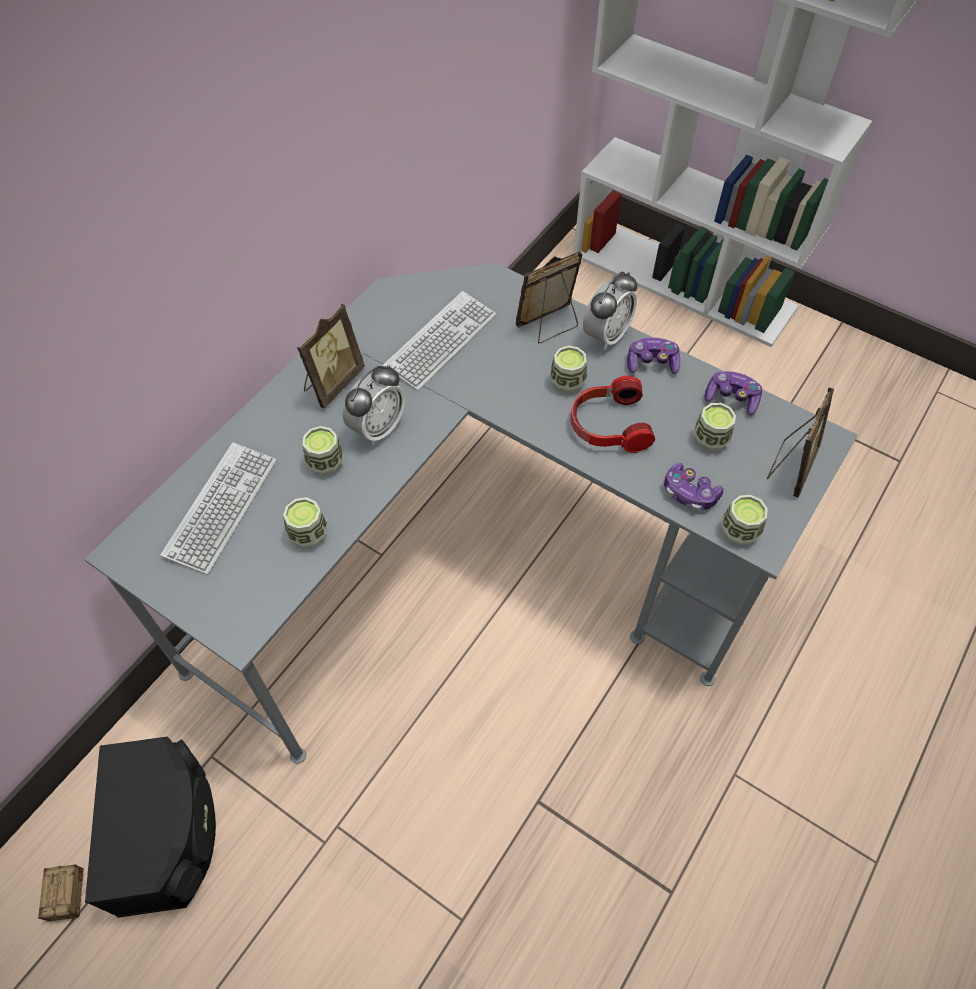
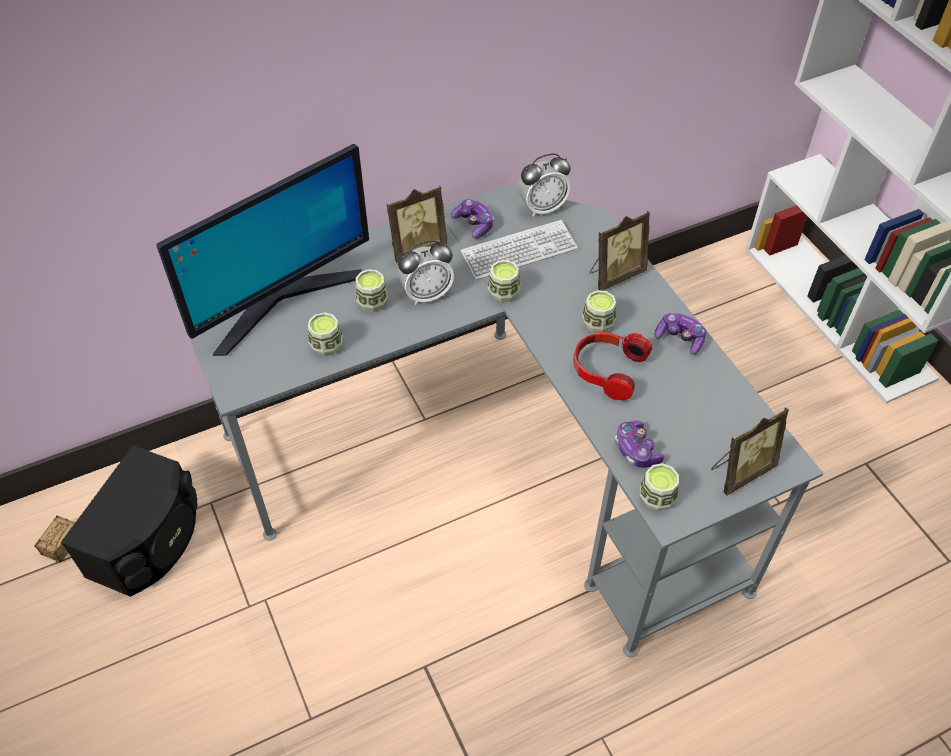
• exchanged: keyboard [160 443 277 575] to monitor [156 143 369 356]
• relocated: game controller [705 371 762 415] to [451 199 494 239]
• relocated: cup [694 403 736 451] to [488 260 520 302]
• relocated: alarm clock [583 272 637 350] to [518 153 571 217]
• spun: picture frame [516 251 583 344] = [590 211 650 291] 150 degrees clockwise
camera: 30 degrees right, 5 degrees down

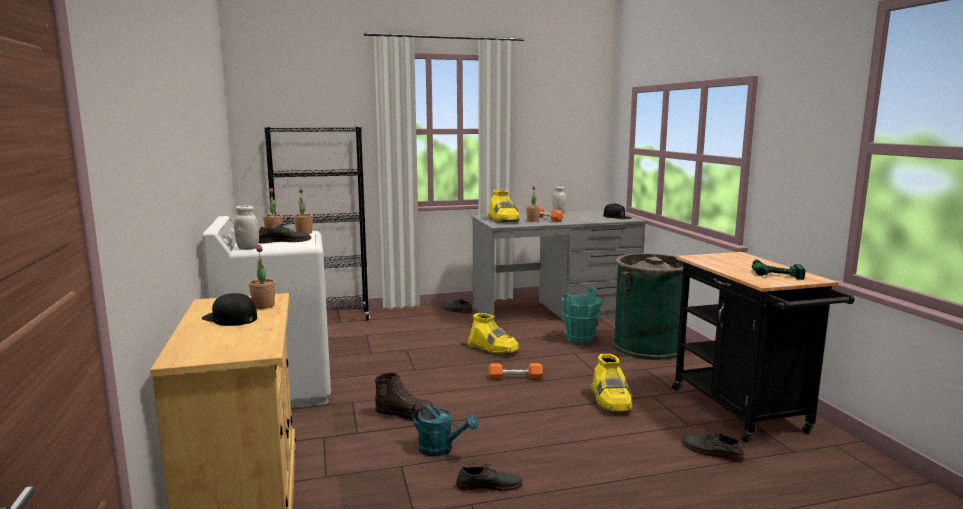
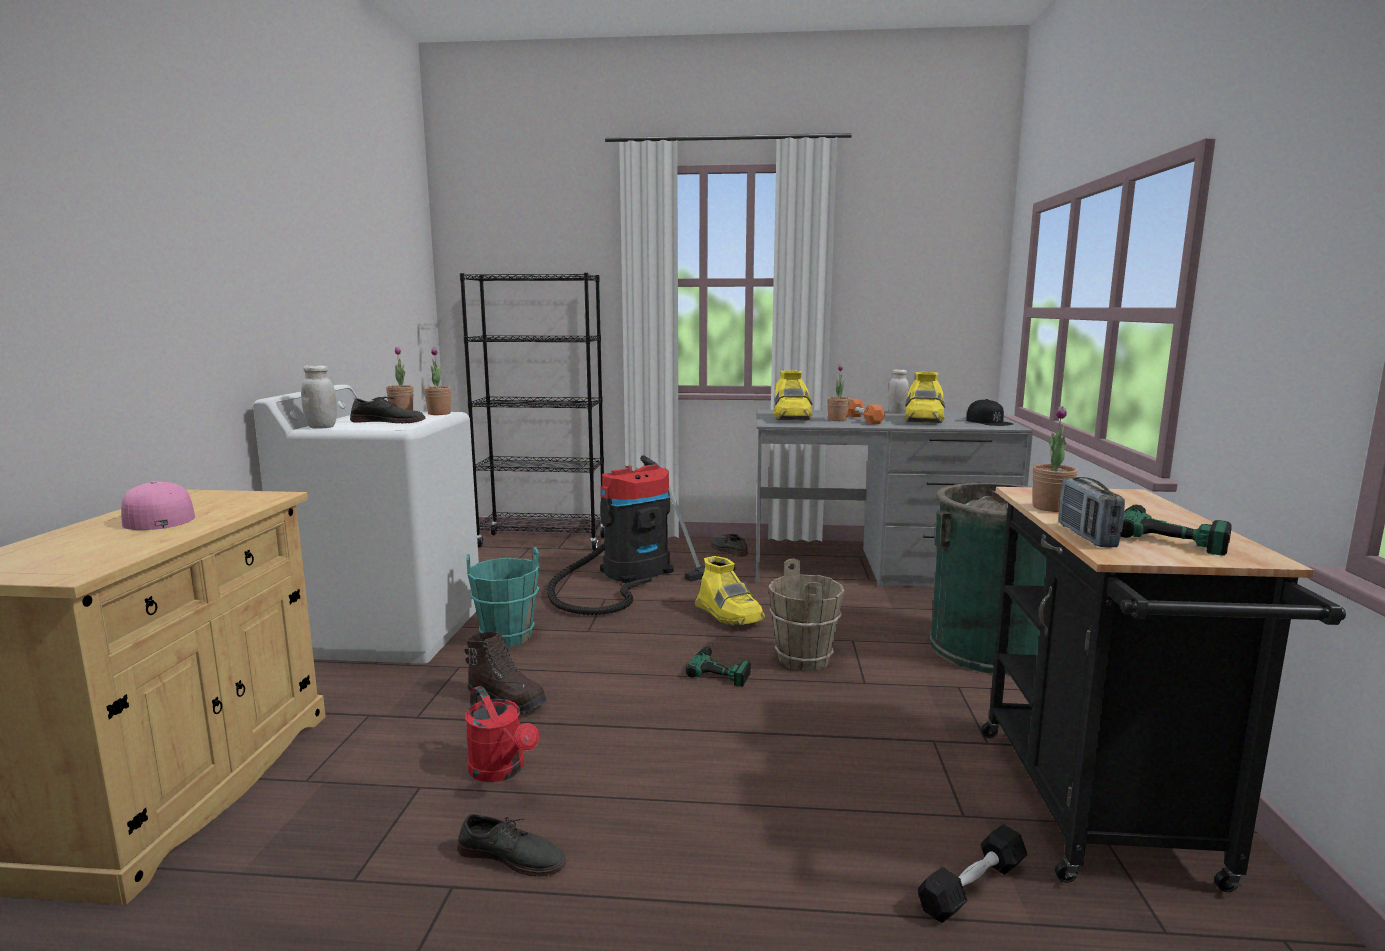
• colour: cap (black) [202 293 257 326] to cap (pink) [121 481 195 530]
• colour: watering can (turquoise) [411 401 478 457] to watering can (red) [465 686 539 782]
• relocated: bucket (turquoise) [562 287 601 344] to [467 547 539 647]
• appeared: vacuum cleaner [547 455 735 615]
• exchanged: dumbbell (orange) [489 363 543 380] to power drill [686 645 751 687]
• appeared: bucket (brown) [768 558 844 671]
• relocated: boot (yellow) [591 354 632 411] to [904 372 945 423]
• exchanged: shoe (grey) [682 433 744 462] to dumbbell (black) [918 824 1028 923]
• relocated: potted plant [249 245 275 309] to [1032 406 1077 512]
• appeared: radio [1058 477 1125 548]
camera: 20 degrees right, 0 degrees up

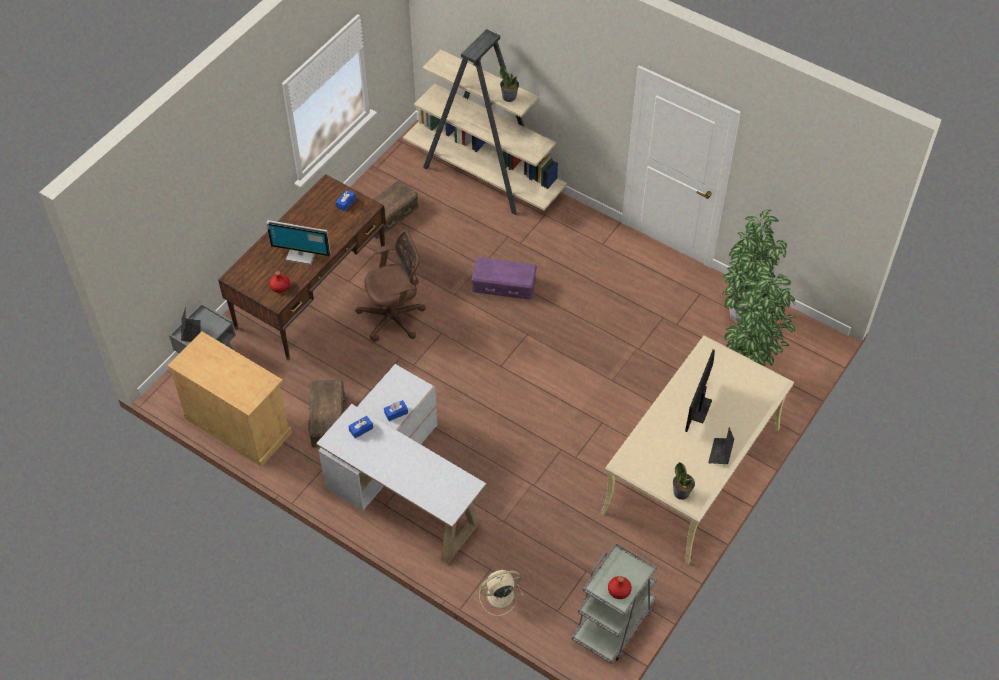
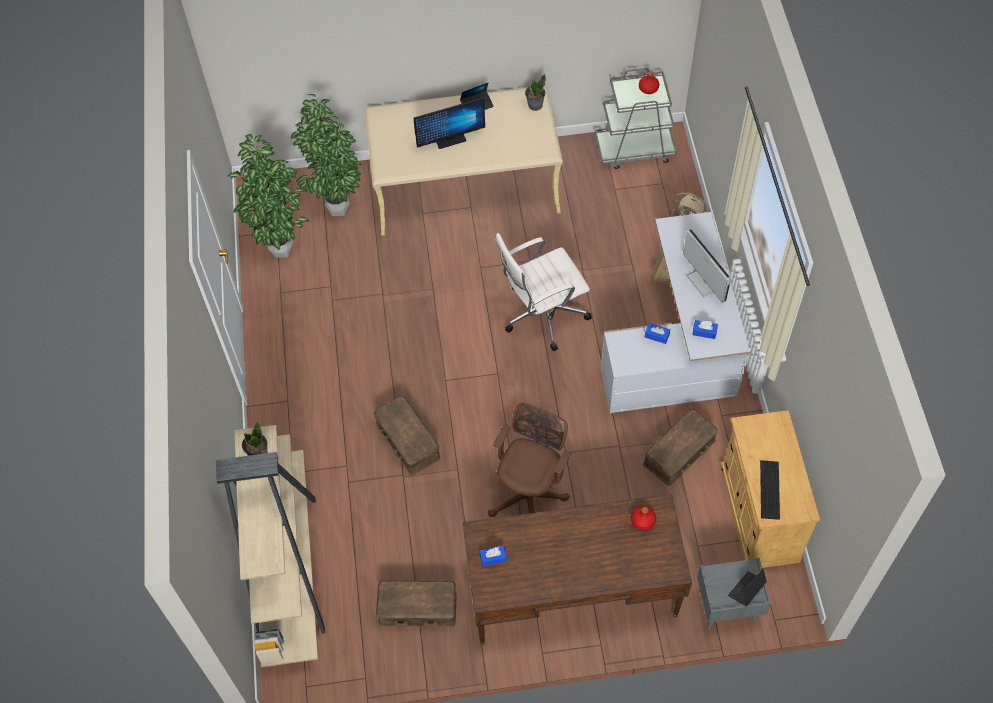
• colour: storage box (purple) [472 257 537 300] to storage box (brown) [374 396 440 475]
• spun: office chair (brown) [355 230 426 342] = [488 403 572 517] 90 degrees clockwise
• appeared: office chair (white) [496 233 592 351]
• relocated: monitor [266 220 331 265] to [683 229 731 303]
• appeared: keyboard [760 460 780 520]
camera: 130 degrees left, 5 degrees up

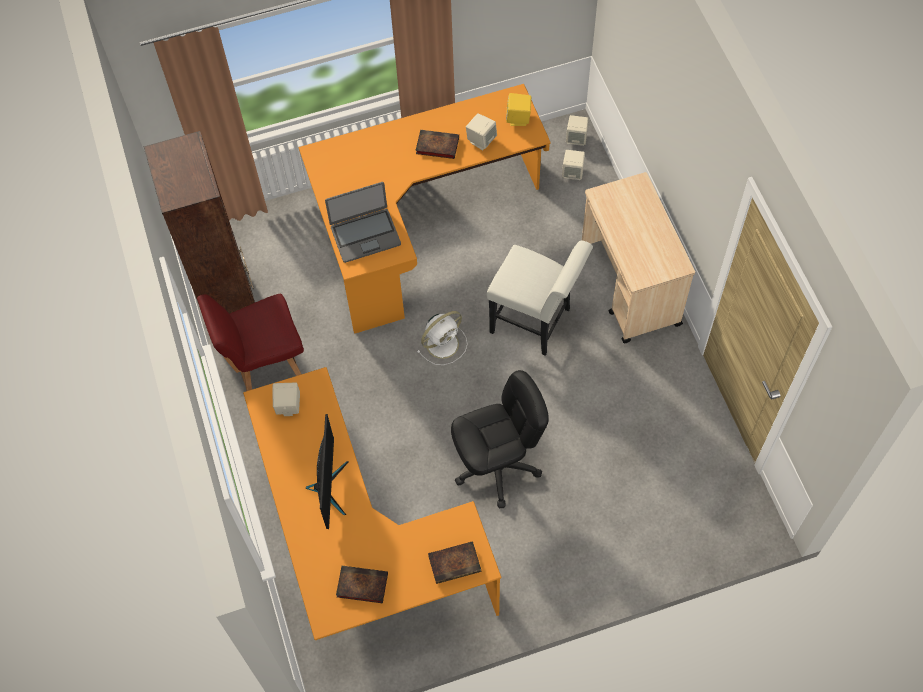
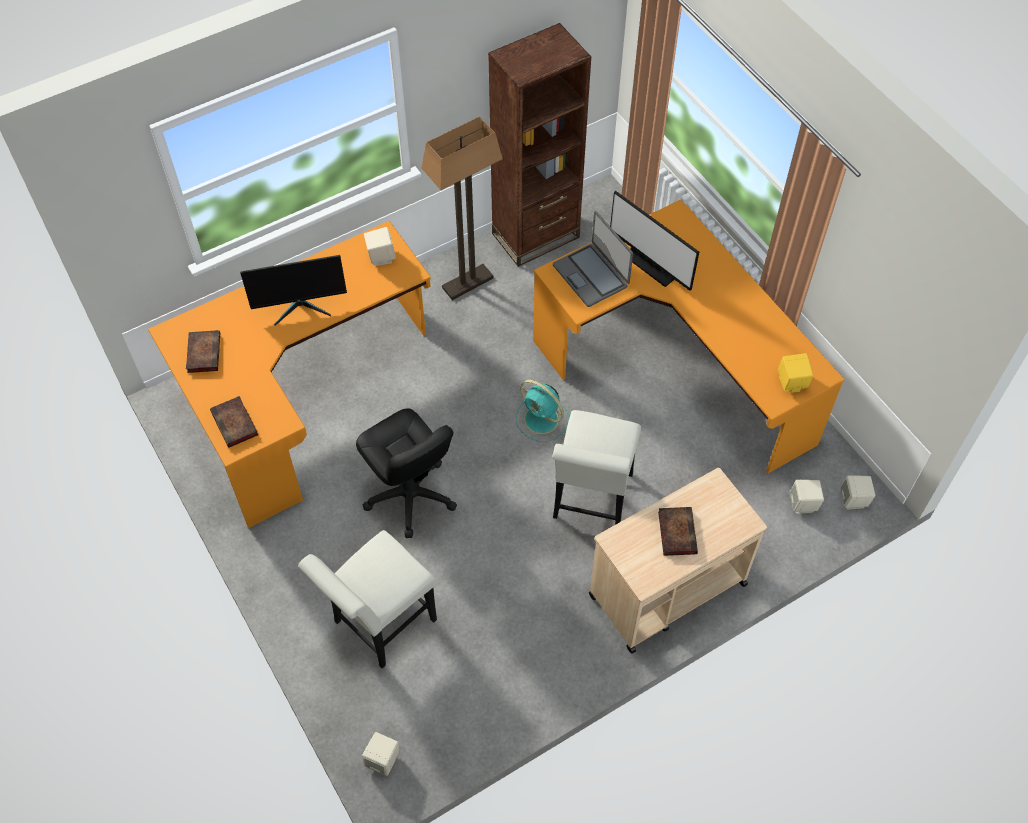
• appeared: chair (white) [298 530 437 669]
• relocated: speaker (beige) [466 113 497 150] to [362 732 399 776]
• exchanged: chair (red) [197 294 304 391] to floor lamp [421 116 503 300]
• colour: fan (white) [417 311 468 365] to fan (turquoise) [515 380 569 442]
• appeared: monitor [610 191 699 291]
• relocated: book [415 130 459 159] to [658 507 698 556]
camera: 75 degrees right, 5 degrees down

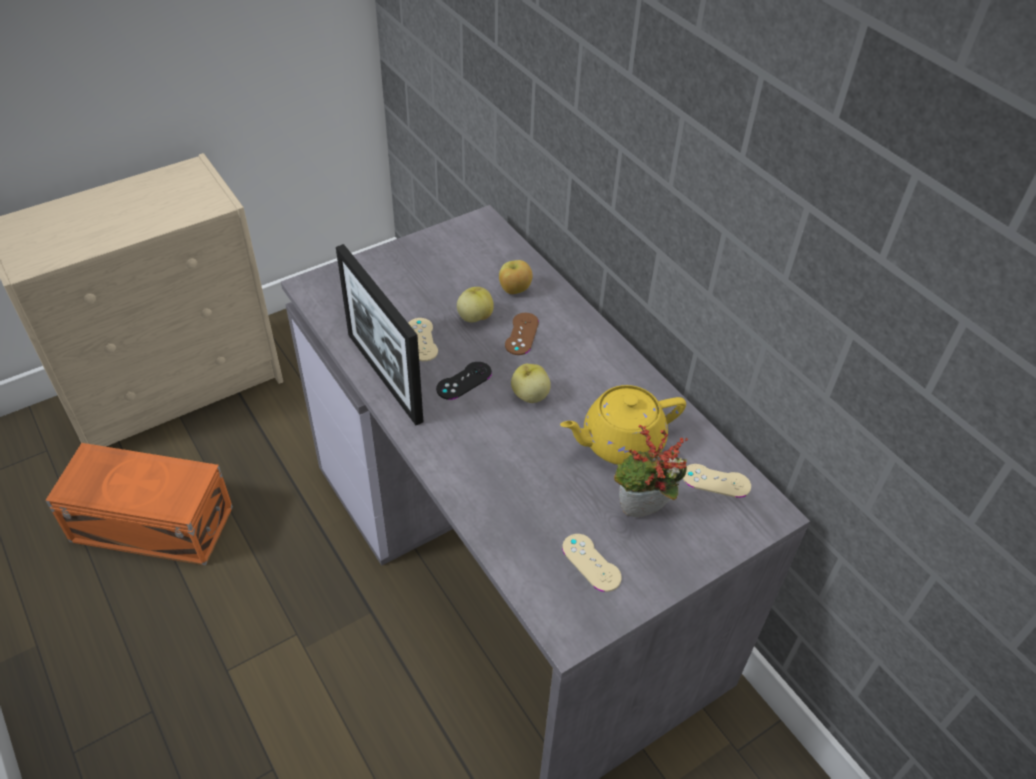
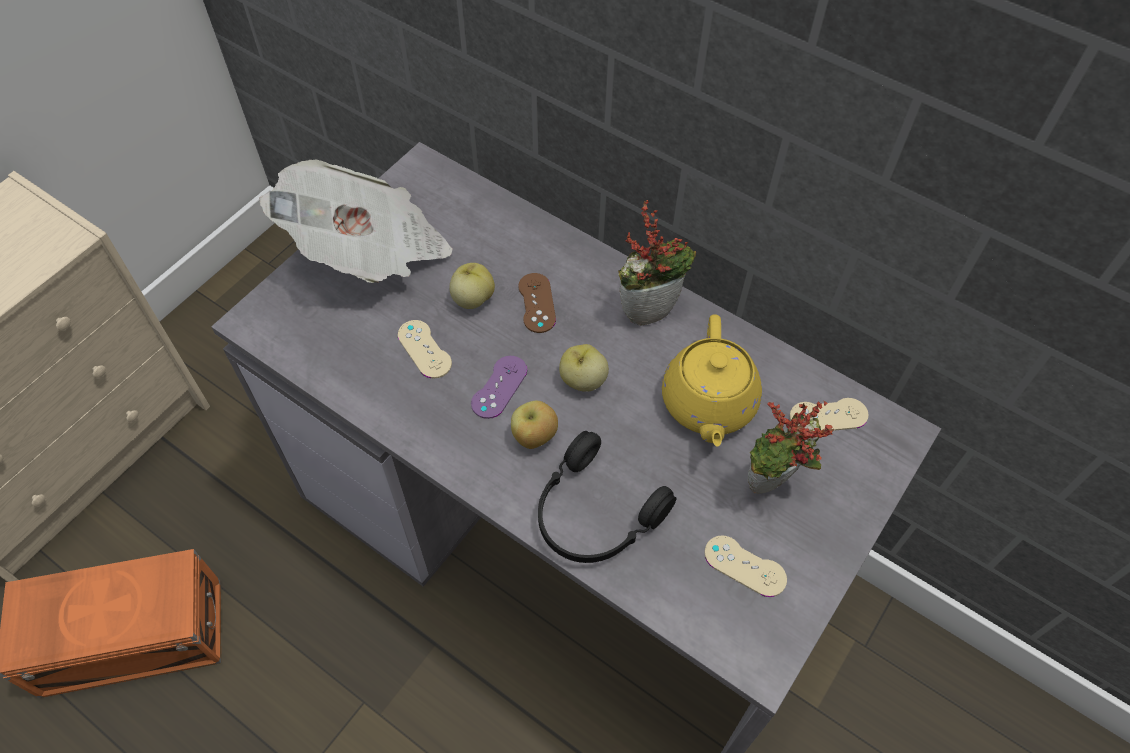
• appeared: newspaper [259 159 453 283]
• colour: game controller (black) [436 362 492 400] to game controller (purple) [471 356 527 419]
• relocated: apple [499 260 533 294] to [511 401 558 449]
• appeared: headphones (black) [538 431 676 563]
• appeared: potted plant [618 200 696 326]
• spun: teapot (yellow) [560 385 686 465] = [662 314 762 446] 45 degrees counterclockwise
• missing: picture frame [336 244 424 425]
camera: 20 degrees left, 10 degrees up

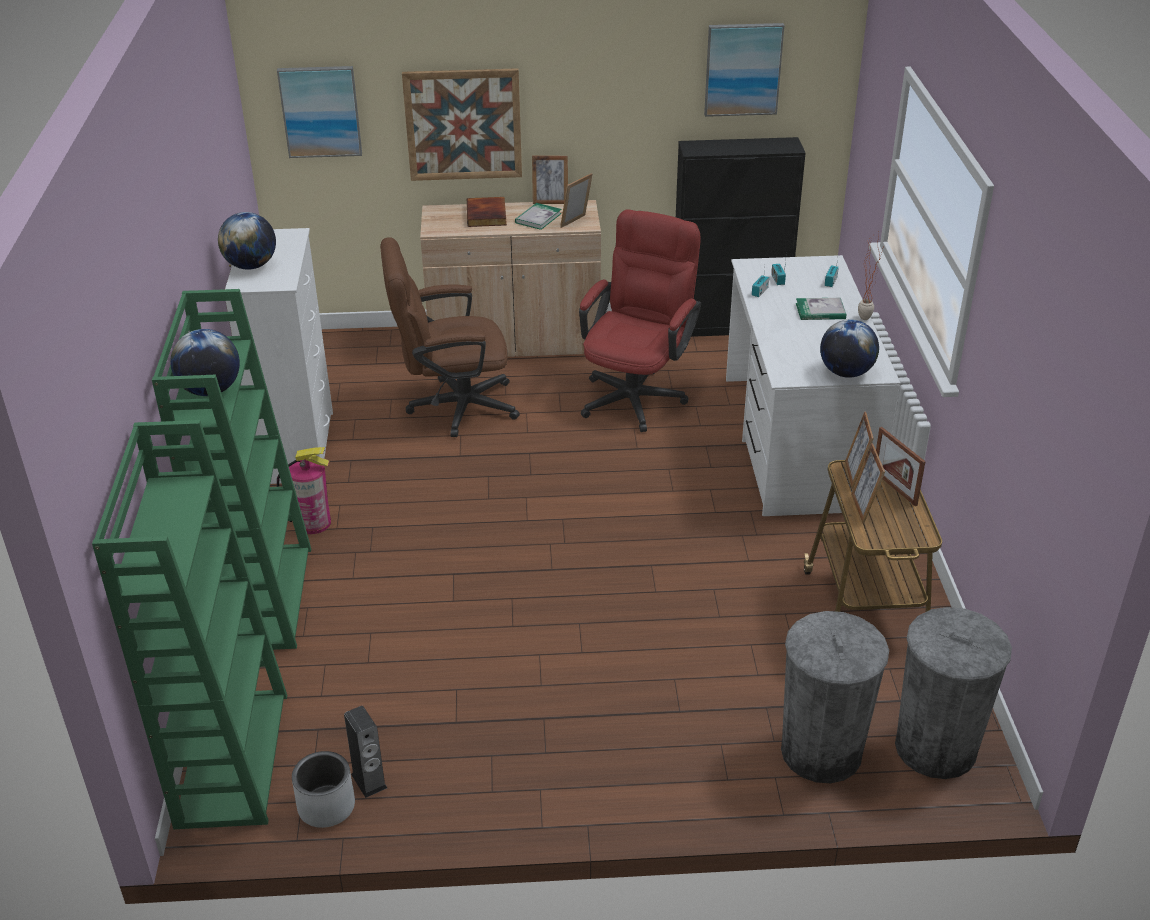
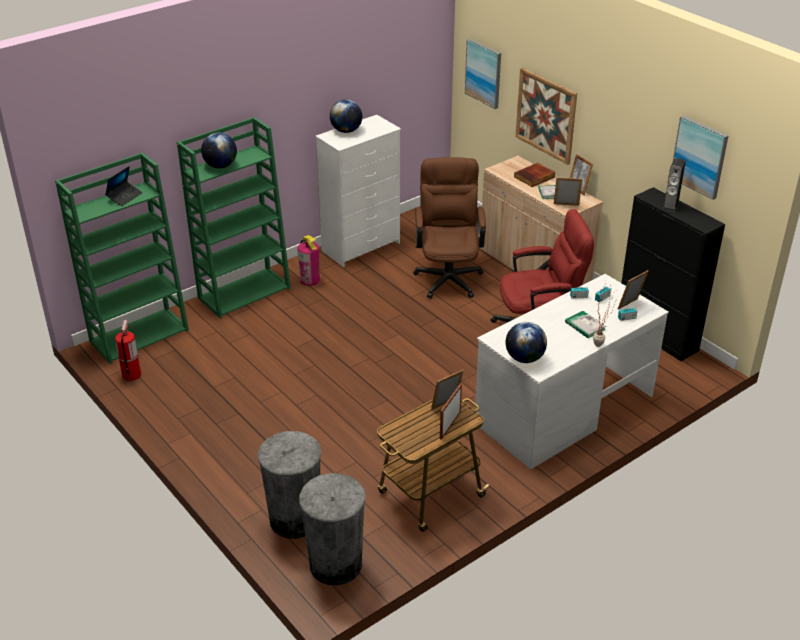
• appeared: laptop [105 166 143 206]
• exchanged: planter (grey) [292 751 355 828] to fire extinguisher [115 320 141 381]
• spun: office chair (brown) [380 237 520 437] = [413 157 486 298] 45 degrees clockwise
• relocated: picture frame [851 443 885 523] to [618 270 648 310]
• relocated: speaker [344 706 387 798] to [663 158 686 212]
camera: 55 degrees right, 0 degrees up

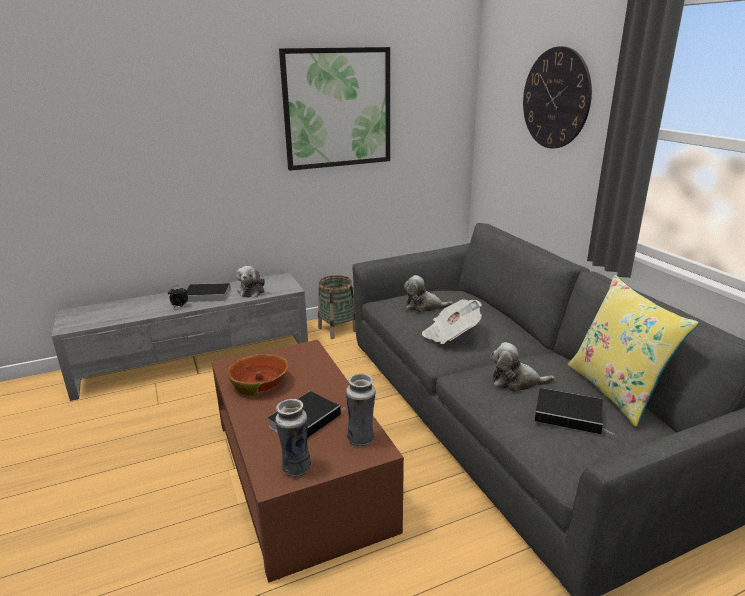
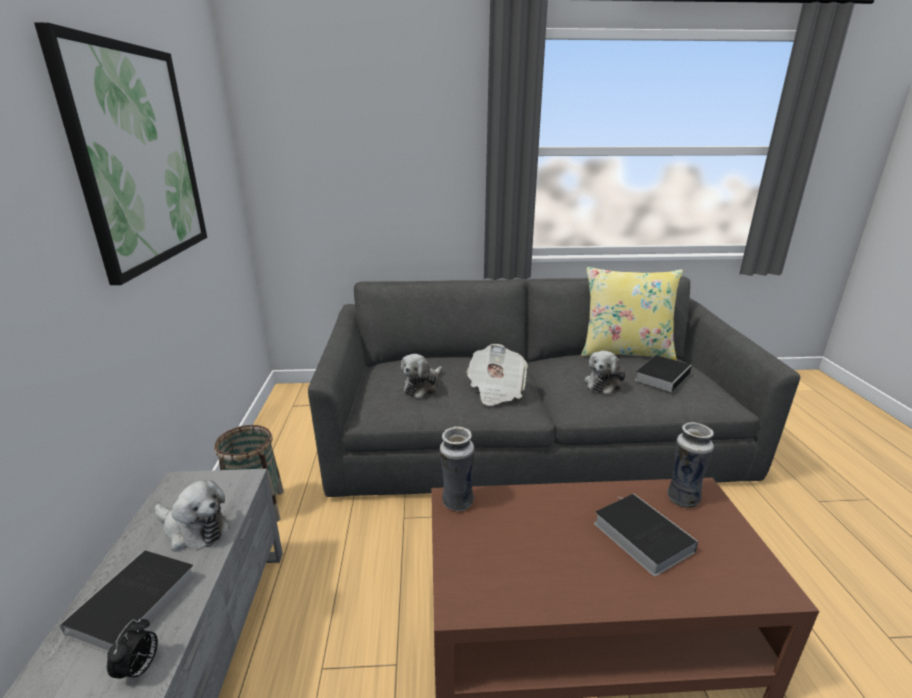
• relocated: vase [275 399 311 477] to [440 426 474 511]
• missing: bowl [227 354 289 397]
• missing: wall clock [523 46 592 148]
camera: 70 degrees left, 0 degrees up

